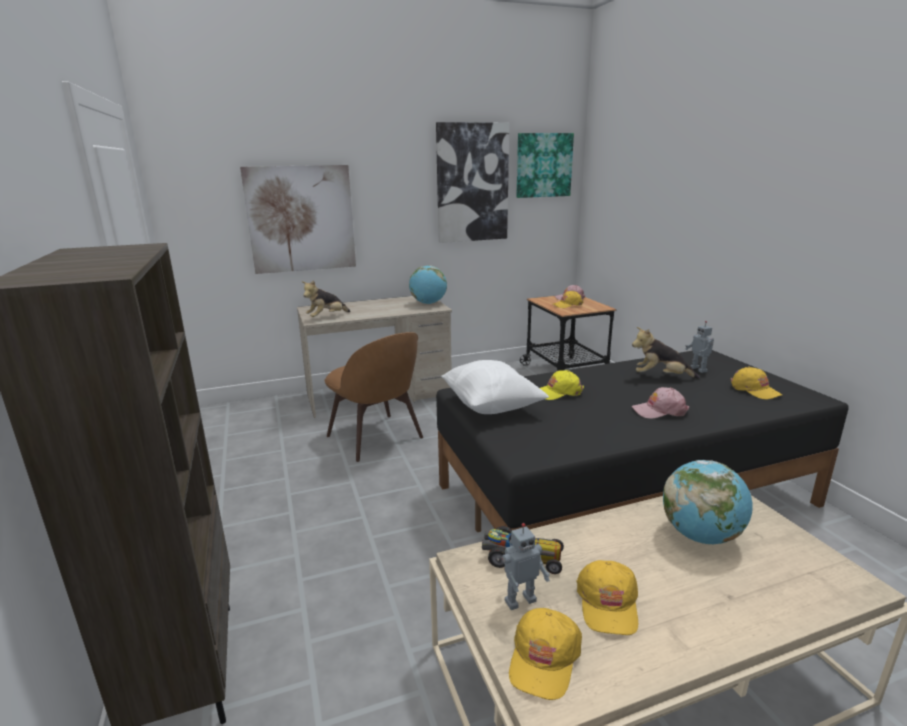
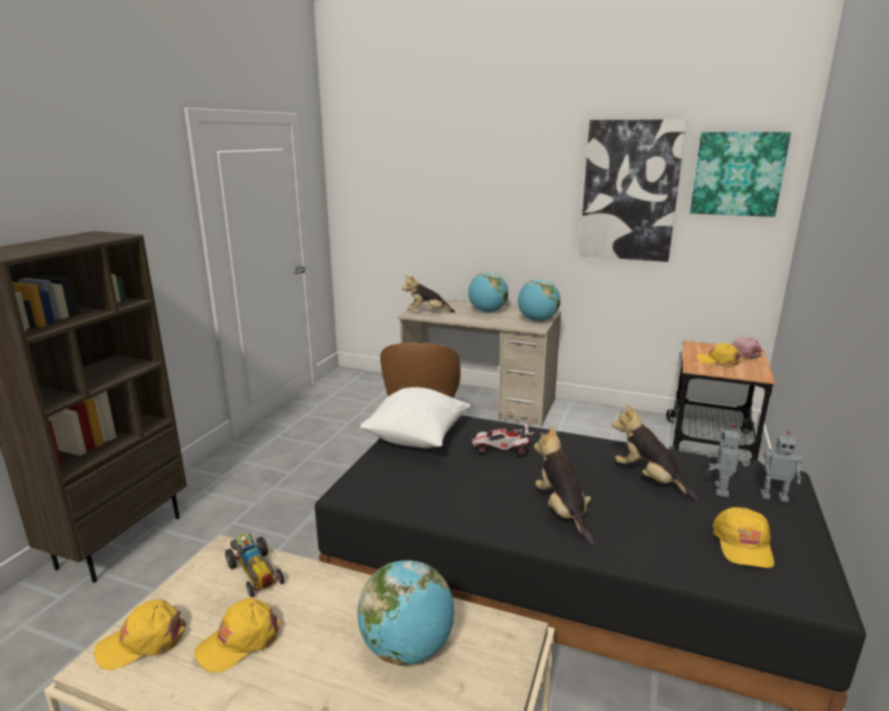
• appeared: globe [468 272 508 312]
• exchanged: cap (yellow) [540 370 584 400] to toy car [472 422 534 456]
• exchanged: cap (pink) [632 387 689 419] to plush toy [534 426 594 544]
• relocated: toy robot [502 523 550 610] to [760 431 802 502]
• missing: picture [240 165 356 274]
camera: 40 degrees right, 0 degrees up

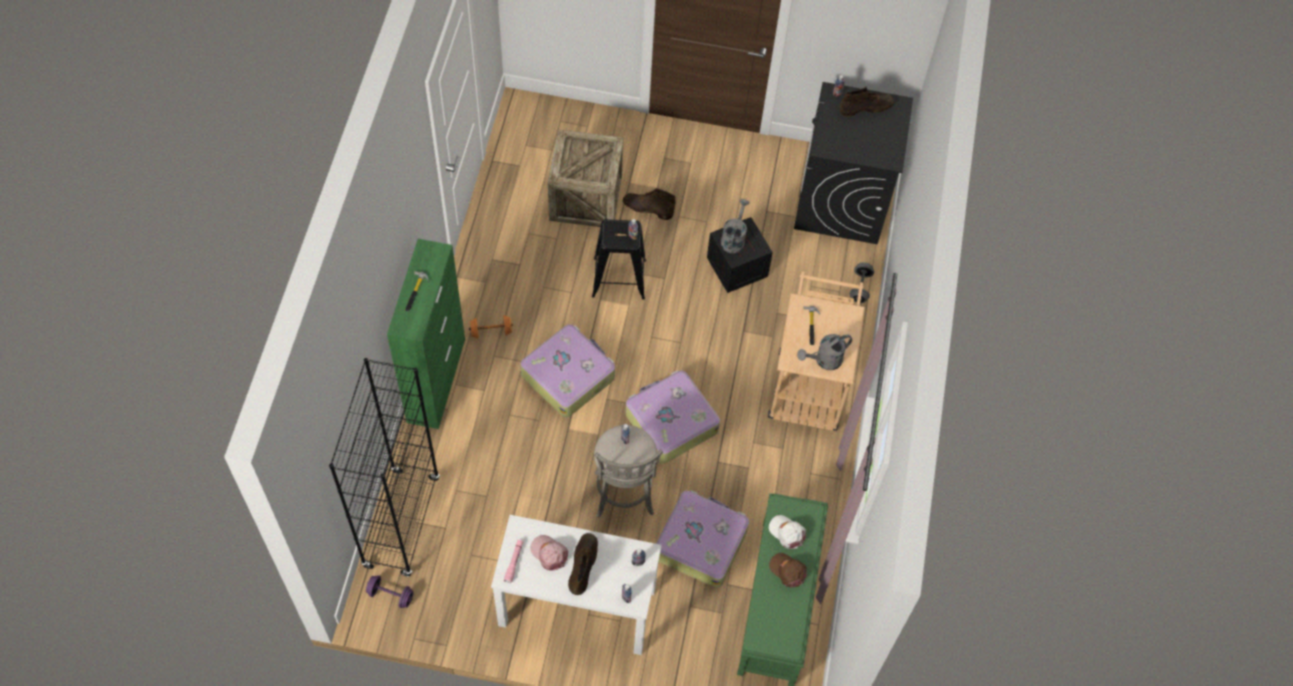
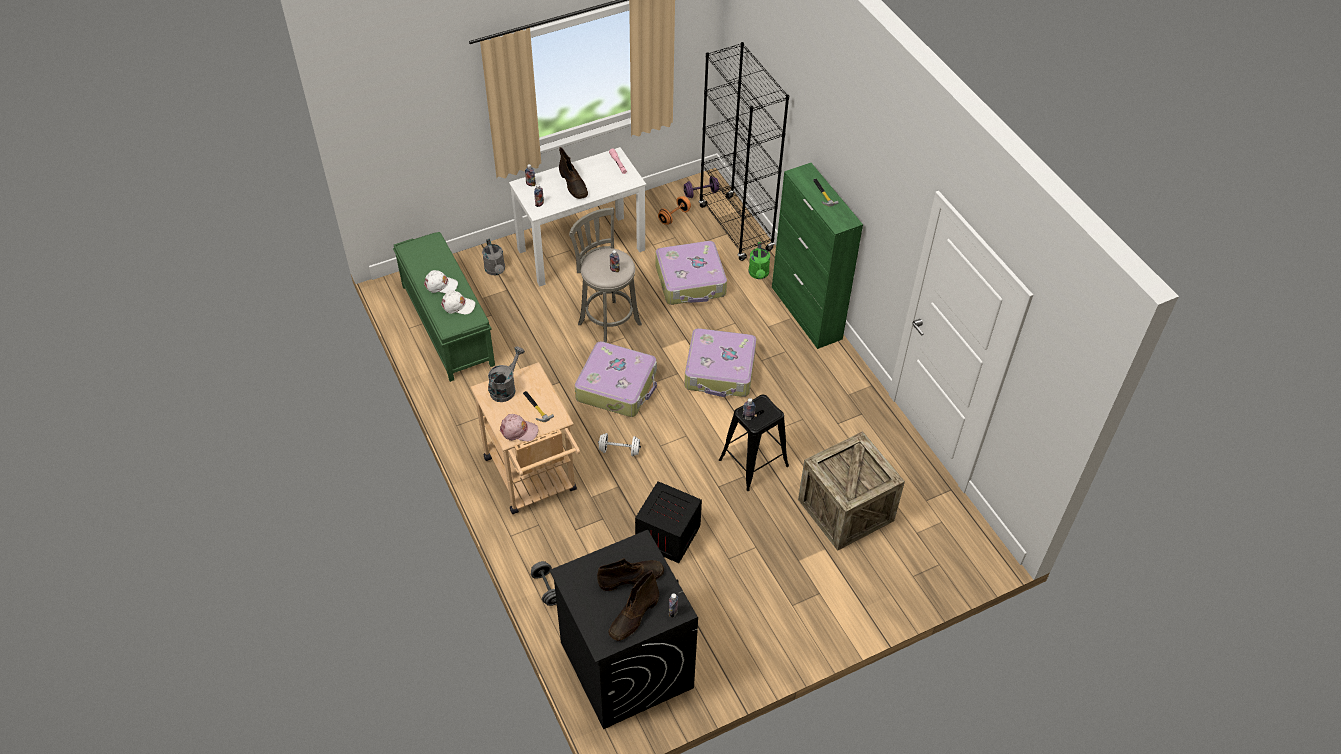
• colour: cap (brown) [769 553 807 587] to cap (white) [424 270 458 293]
• relocated: watering can (grey) [721 199 750 253] to [482 239 505 275]
• relocated: cap (pink) [530 535 568 571] to [500 414 538 441]
• relocated: boot (brown) [623 188 675 220] to [597 558 664 591]
• appeared: dumbbell (white) [598 433 641 456]
• relocated: suitcase [656 490 749 588] to [655 241 727 305]
• relocated: dumbbell (orange) [469 315 513 338] to [658 196 691 225]
• appeared: watering can (green) [749 242 770 279]
camera: 145 degrees right, 10 degrees down

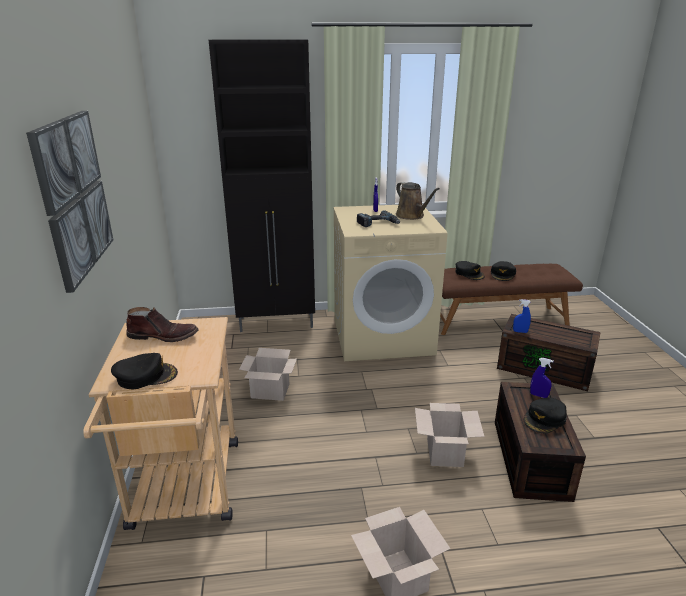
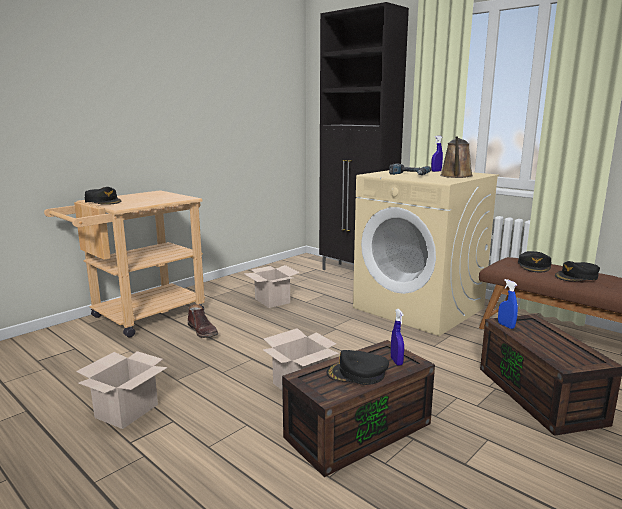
• relocated: boot (brown) [126 307 199 342] to [188 304 218 338]
• missing: picture [26 111 113 293]
camera: 50 degrees right, 10 degrees down

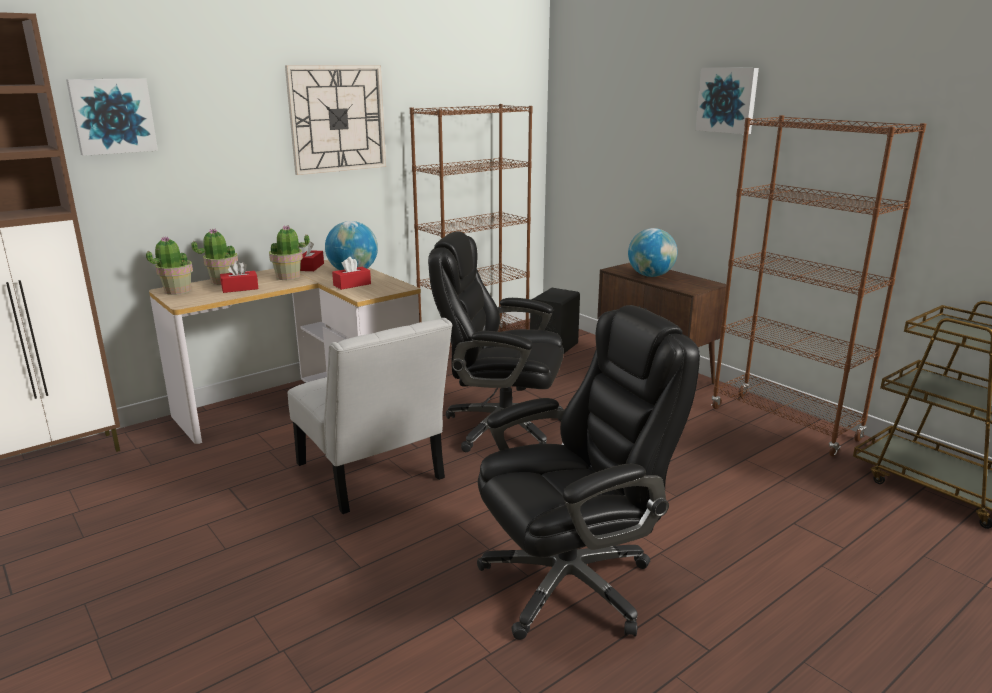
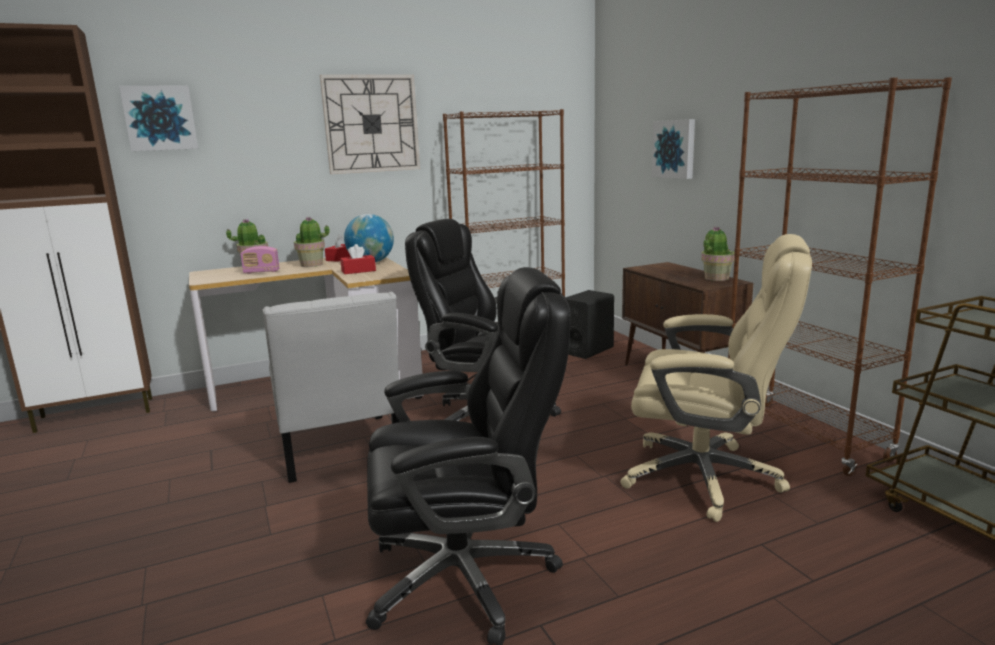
• exchanged: tissue box (red) [220 261 259 293] to radio [240 246 280 274]
• appeared: office chair (beige) [620 234 812 522]
• relocated: picture [695 68 759 134] to [652 119 695 179]
• relocated: potted plant [146 236 193 295] to [701 227 735 281]
• missing: globe [628 228 677 277]
camera: 15 degrees right, 5 degrees down

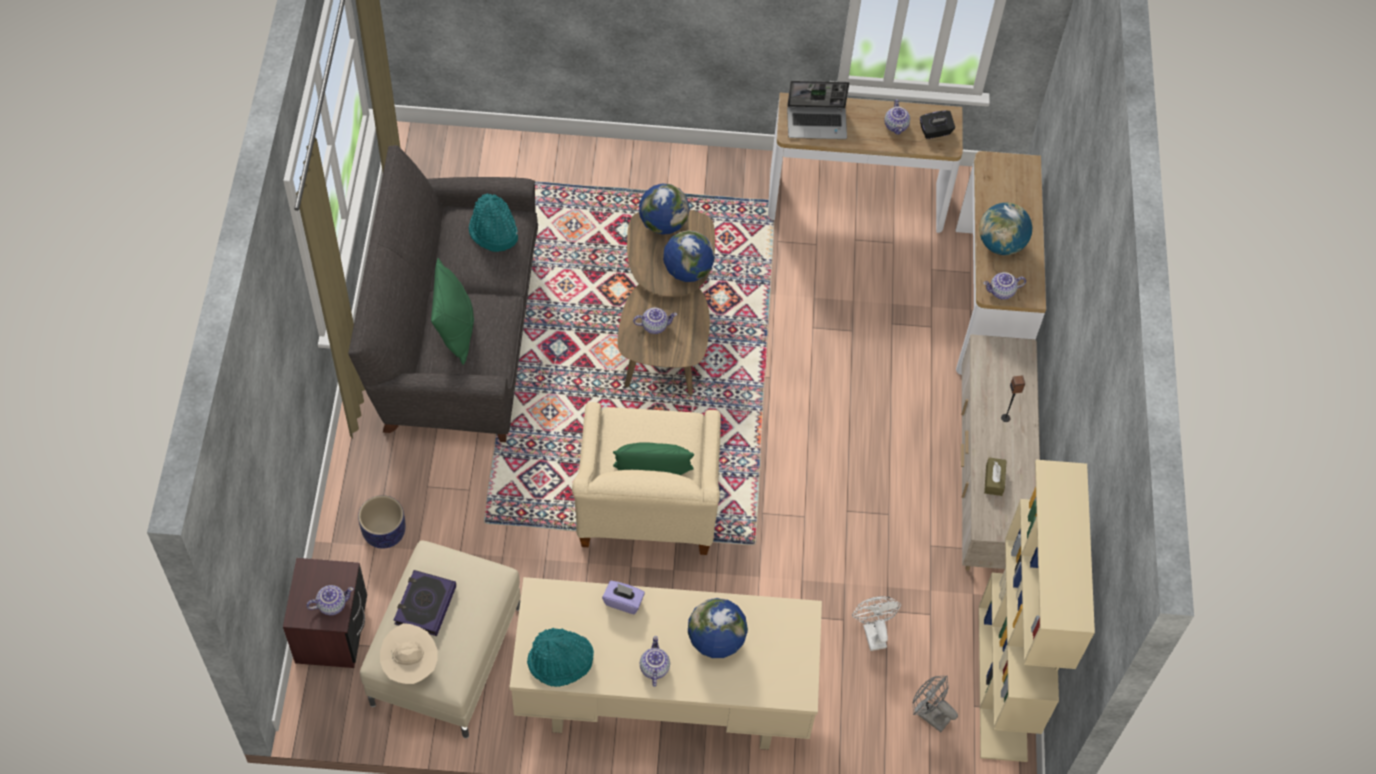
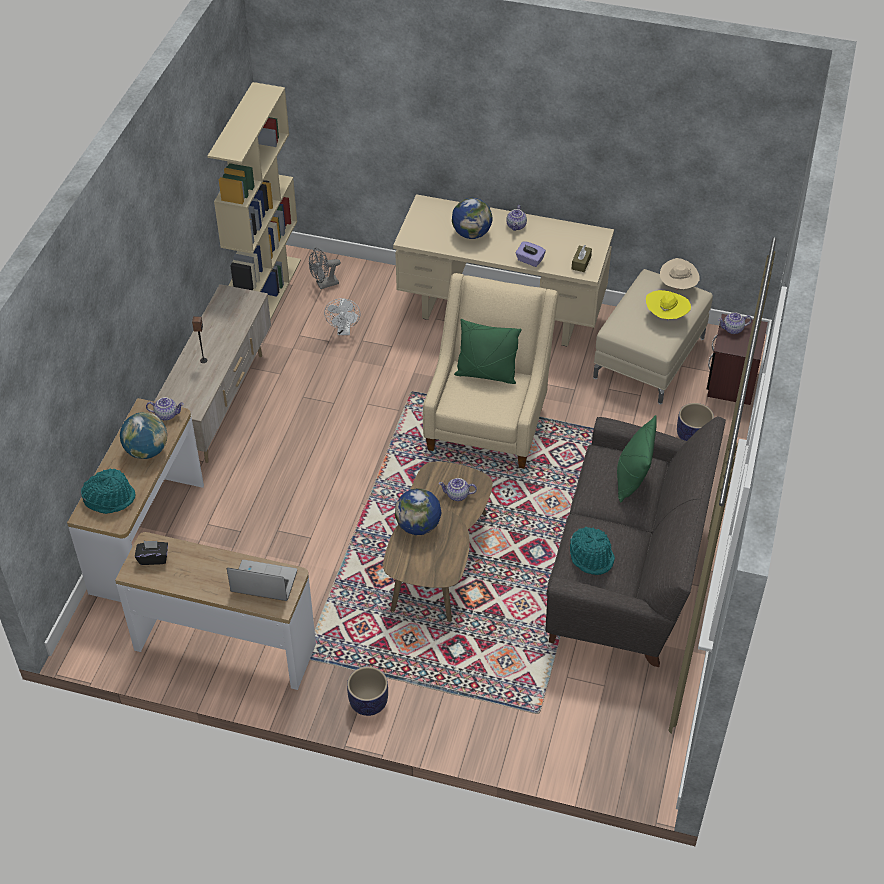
• relocated: hat (turquoise) [527 628 594 687] to [81 469 135 514]
• spun: fan (grey) [912 676 958 732] = [309 248 341 289] 105 degrees clockwise
• appeared: planter [347 667 388 716]
• relocated: tissue box (brown) [984 458 1007 496] to [571 245 592 272]
• exchanged: book [394 570 456 636] to hat (yellow) [646 290 691 321]
• missing: globe [639 184 690 235]
• missing: teapot [885 100 910 135]
camera: 165 degrees left, 10 degrees down

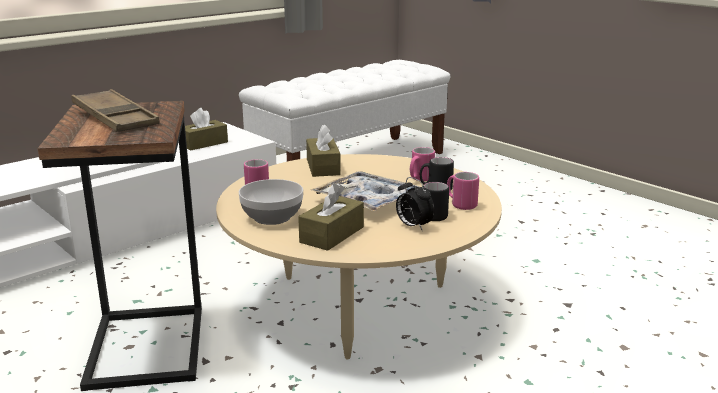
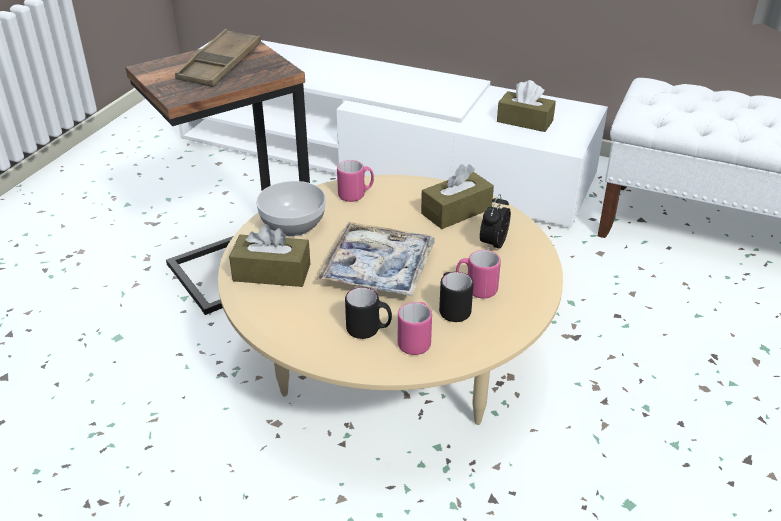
• relocated: alarm clock [396 177 434 230] to [480 194 511 250]
camera: 65 degrees right, 15 degrees up

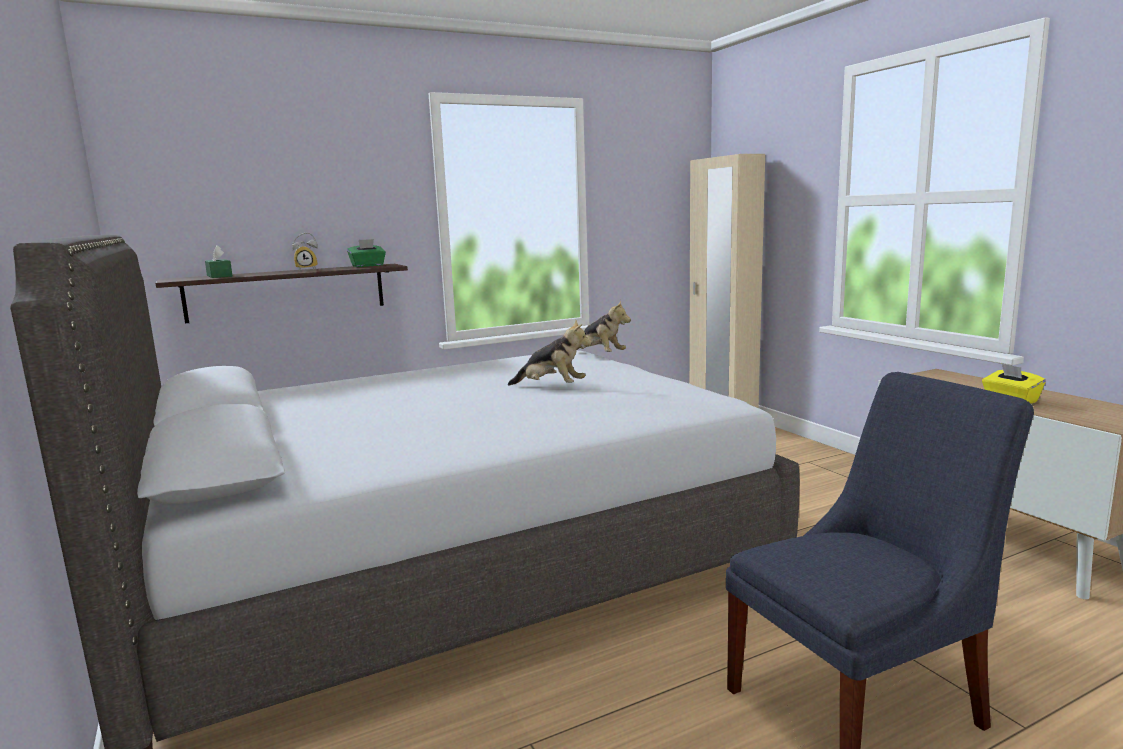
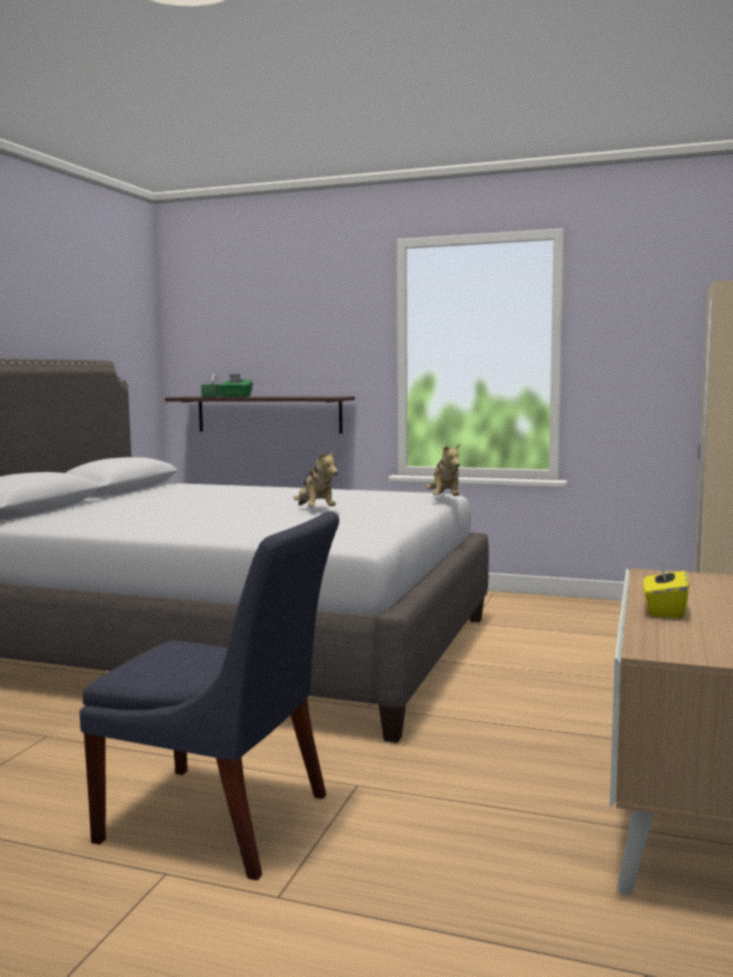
• relocated: tissue box (green) [347 239 386 267] to [219 374 253 397]
• missing: alarm clock [292 233 318 270]
camera: 45 degrees right, 5 degrees down

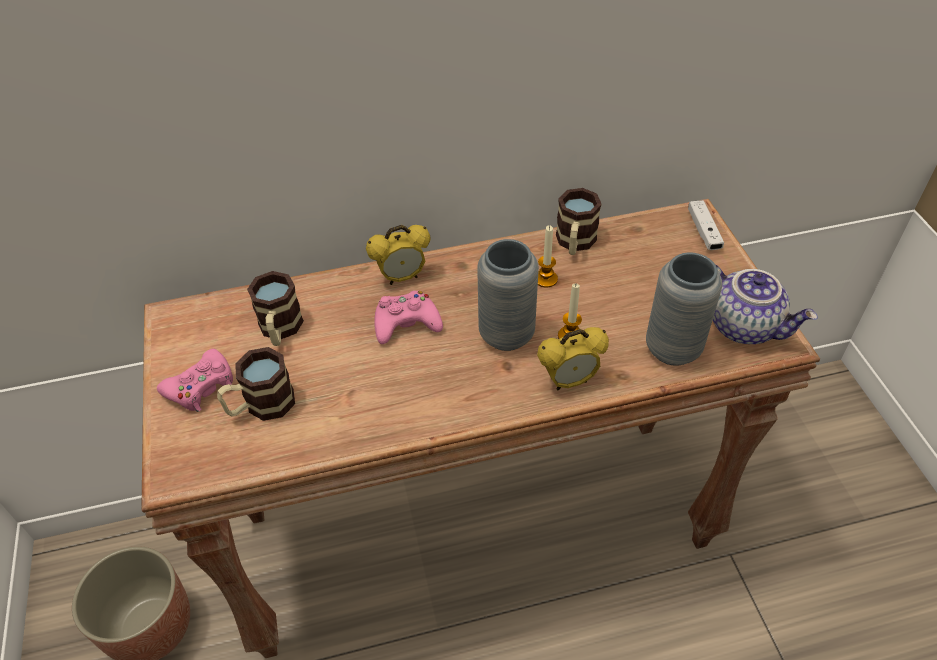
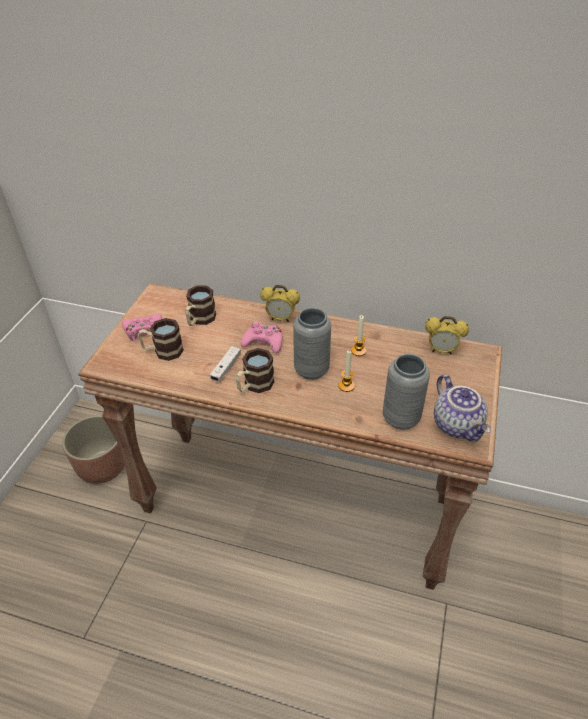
• relocated: game controller (white) [688 200 724 250] to [210 346 241 381]
• relocated: mug [556 188 602 255] to [236 348 274 393]
• relocated: alarm clock [537 327 609 390] to [425 316 469 355]
camera: 30 degrees right, 5 degrees down

